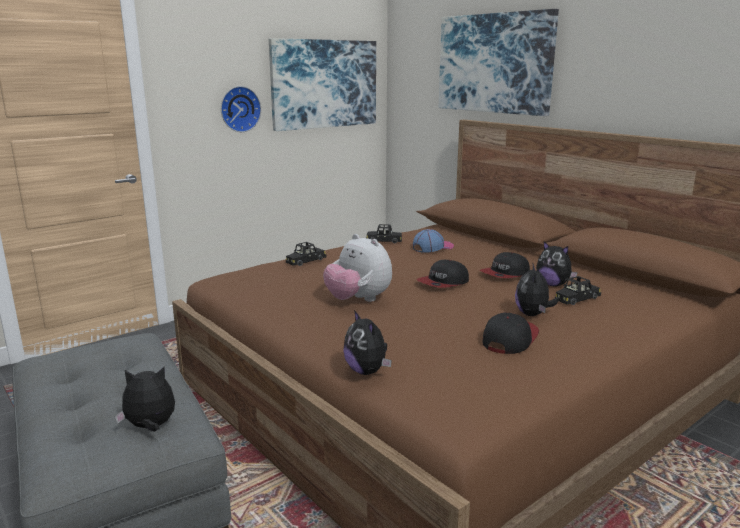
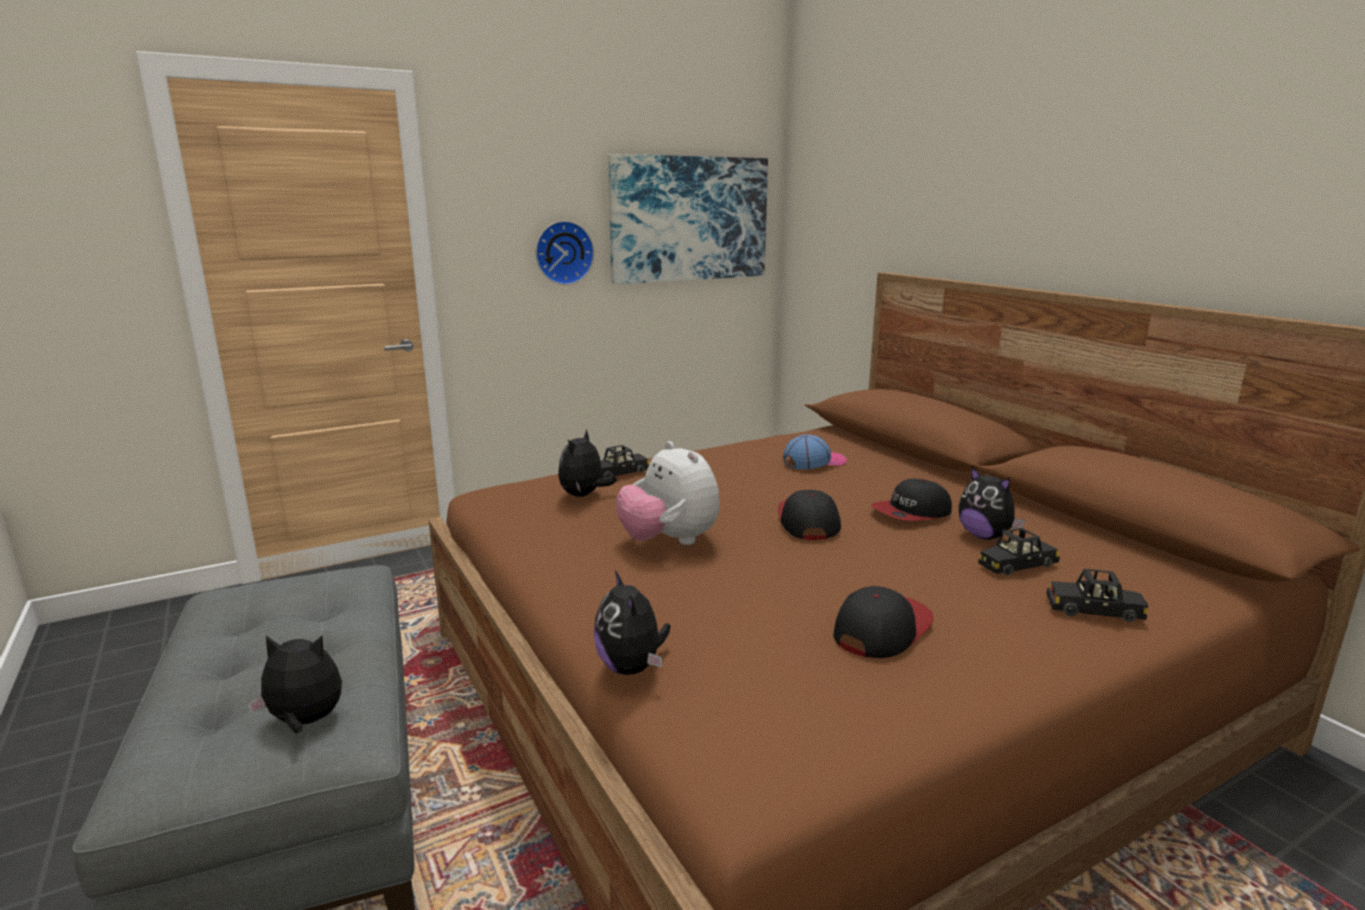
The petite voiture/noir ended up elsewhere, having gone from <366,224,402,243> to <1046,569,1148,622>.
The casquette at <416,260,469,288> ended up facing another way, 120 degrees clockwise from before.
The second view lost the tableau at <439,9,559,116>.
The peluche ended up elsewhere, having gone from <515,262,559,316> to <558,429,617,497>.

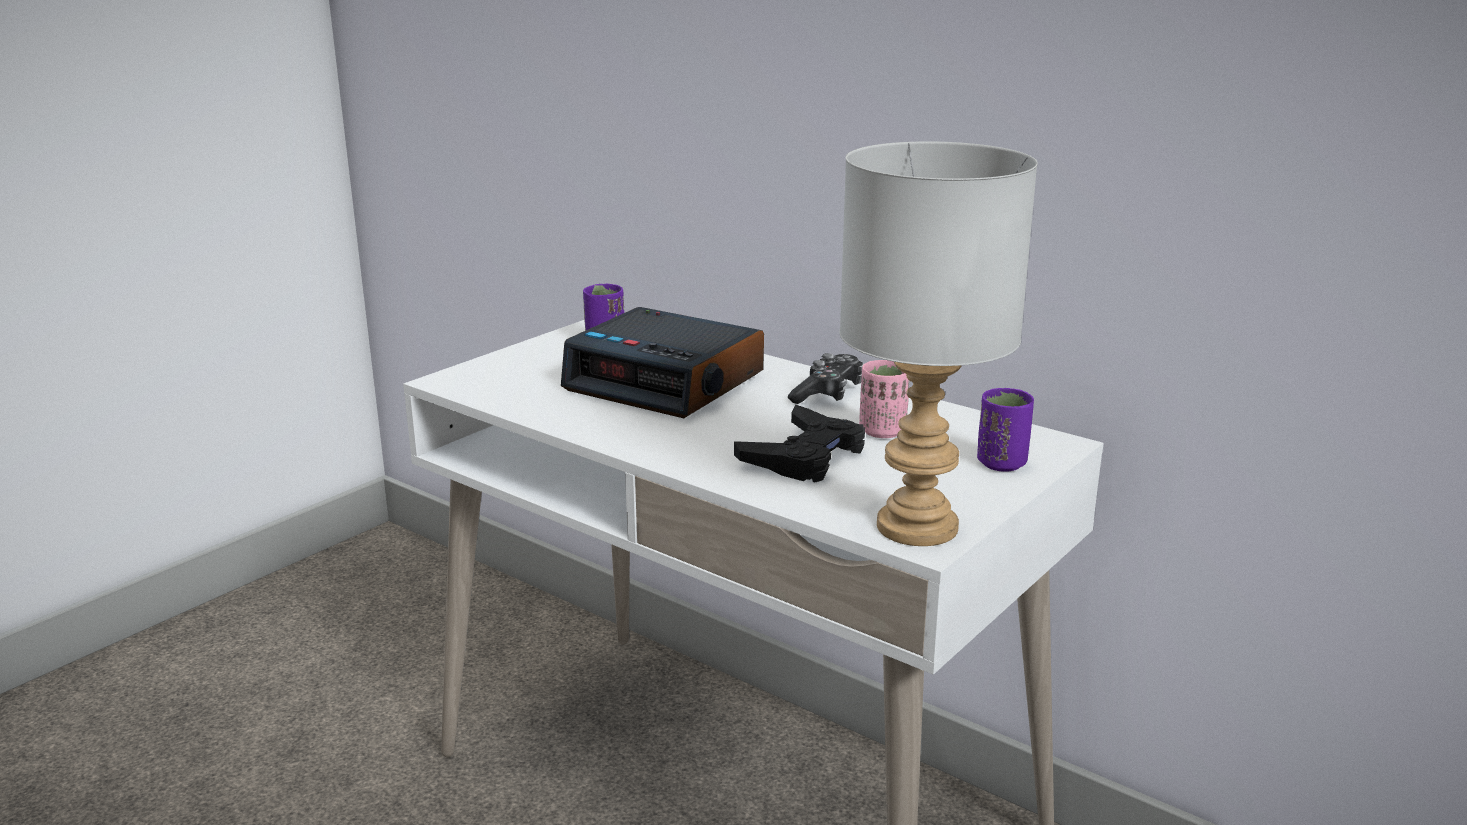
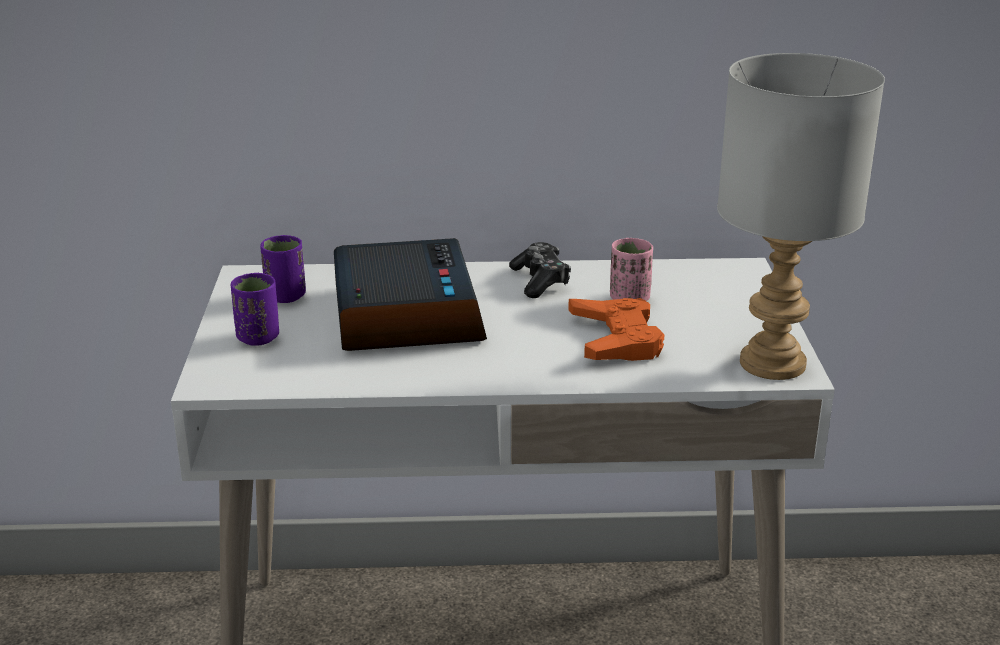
The réveil at <561,307,764,418> ended up facing another way, 90 degrees counterclockwise from before.
What was the manette/noir at <734,405,865,482> turned into the manette/orange at <568,298,665,361>.
The tasse/violet ended up elsewhere, having gone from <977,388,1034,472> to <231,273,279,346>.

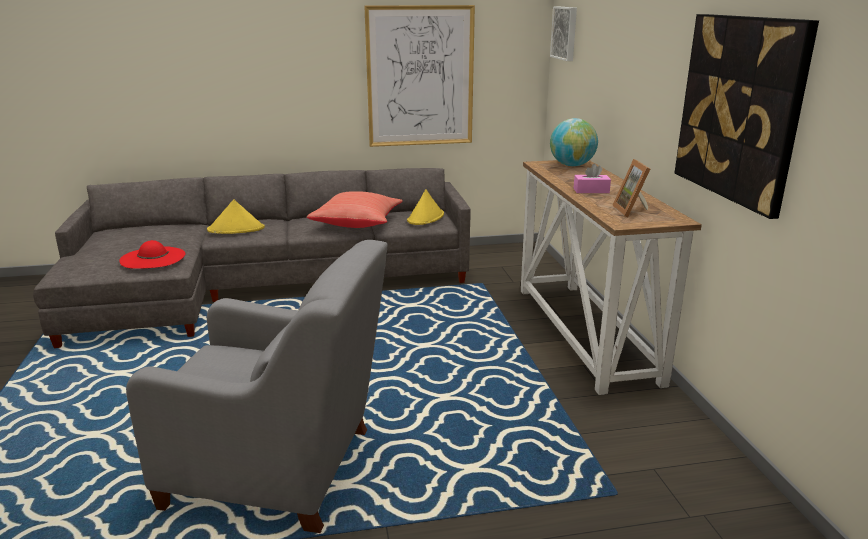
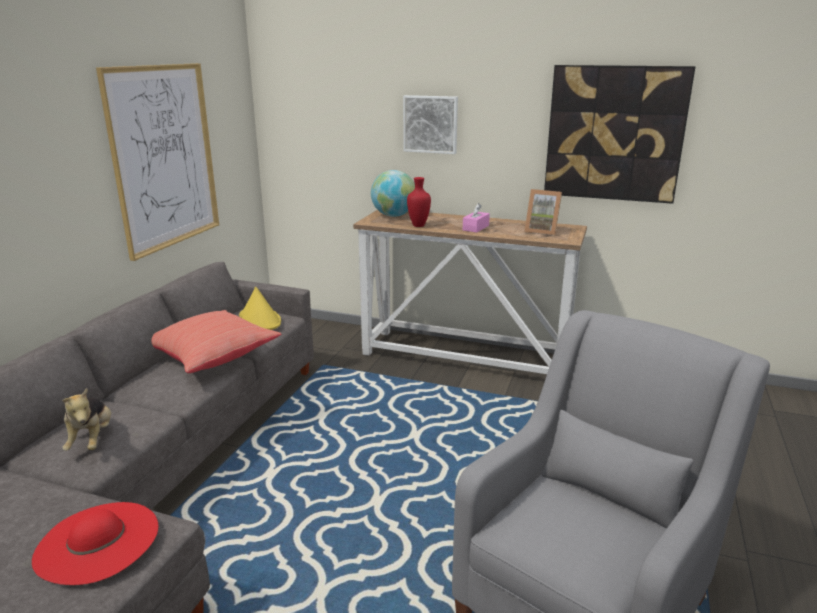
Where the chapeau/jaune stood at <207,199,265,234>, the peluche came to stand at <63,389,111,451>.
The tableau ended up elsewhere, having gone from <550,7,577,61> to <403,95,458,154>.
The second view gained the vase/rouge at <407,177,431,227>.

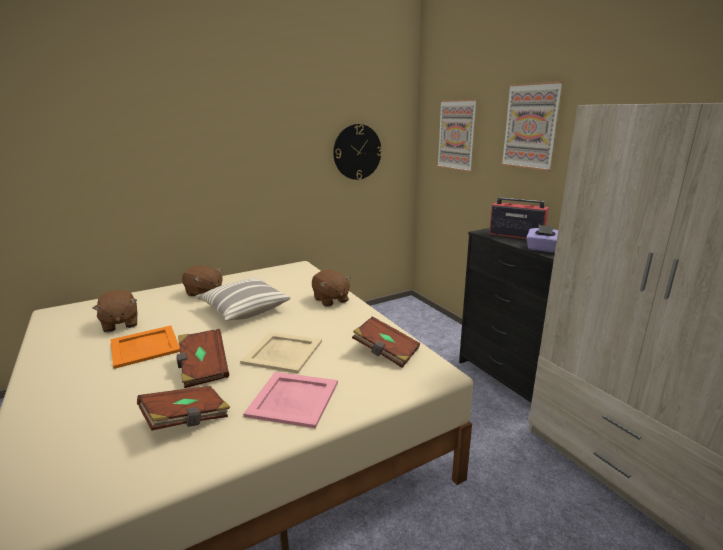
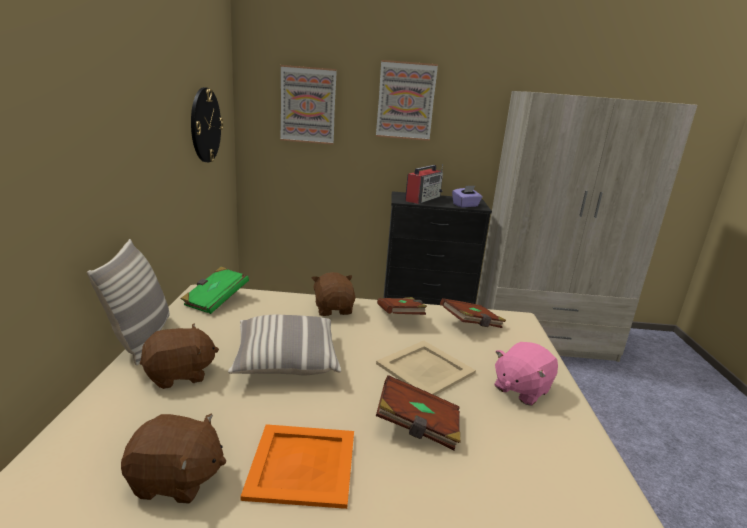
The livre/marron ended up elsewhere, having gone from <137,386,231,431> to <377,297,427,315>.
Where the plateau/rose stood at <243,372,338,428>, the peluche/rose came to stand at <494,342,558,406>.
The peluche/marron at <312,269,351,307> ended up facing another way, 105 degrees counterclockwise from before.
The radio at <489,194,549,239> ended up facing another way, 150 degrees clockwise from before.
The second view gained the coussin at <87,239,170,365>.
The second view gained the livre/vert at <181,266,249,314>.

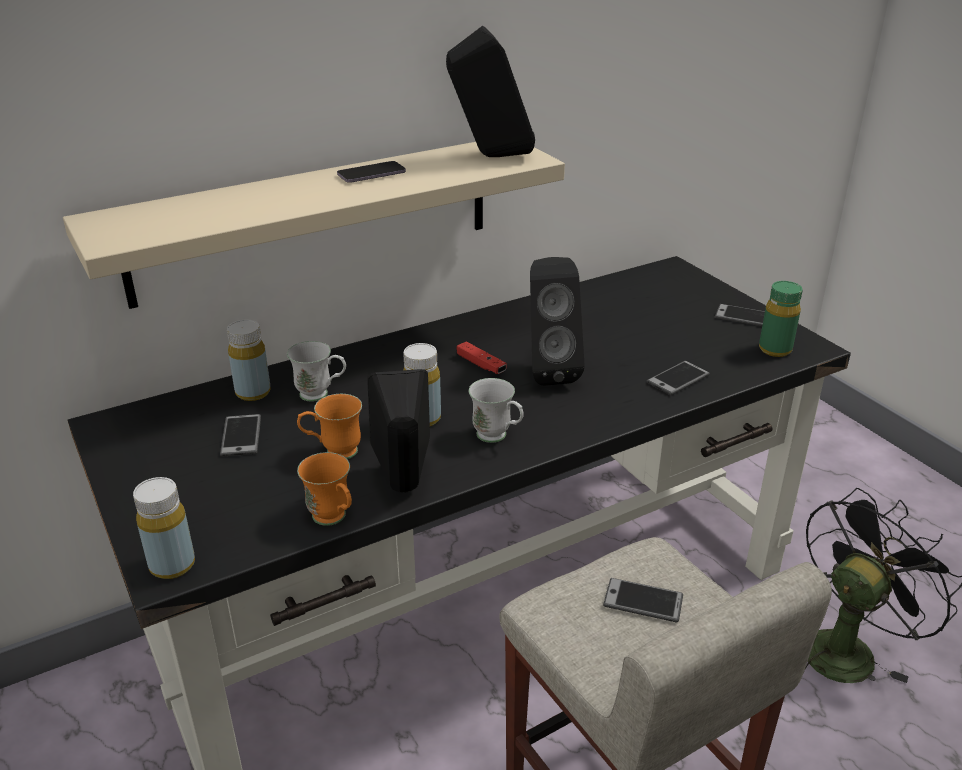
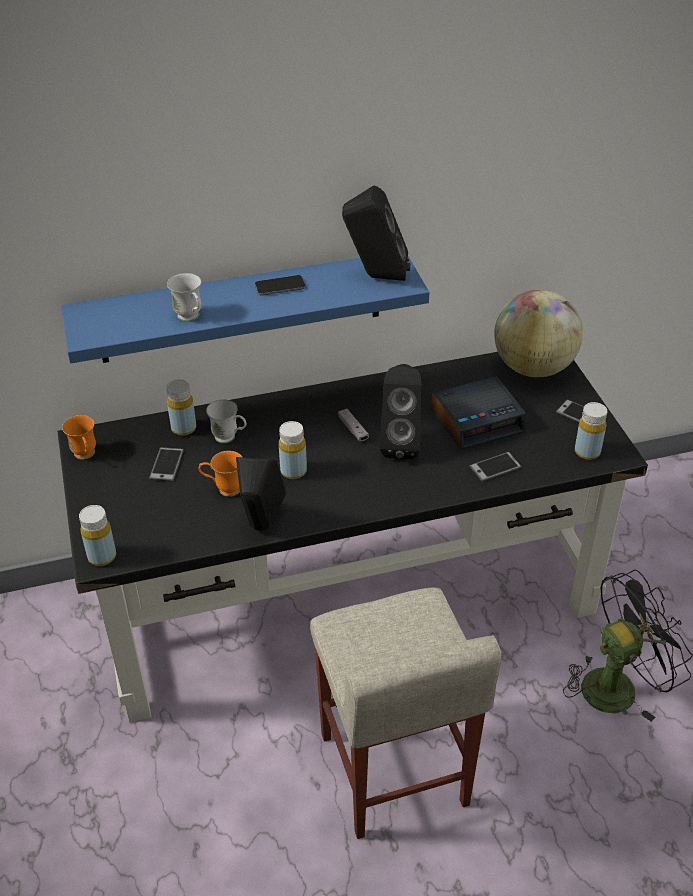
What was the étagère/beige at <63,142,565,309> turned into the étagère/bleu at <61,256,429,363>.
The mug/orange ended up elsewhere, having gone from <297,452,352,526> to <62,415,96,460>.
What was the manette/rouge at <457,341,507,374> turned into the manette/gris at <338,409,369,441>.
The mug/blanc ended up elsewhere, having gone from <469,378,524,443> to <167,273,201,322>.
The second view lost the téléphone at <603,578,683,622>.
What was the bouteille/vert at <759,281,803,357> turned into the bouteille/jaune at <575,402,607,460>.
The second view gained the réveil at <431,376,526,450>.
The second view gained the globe at <494,289,583,377>.

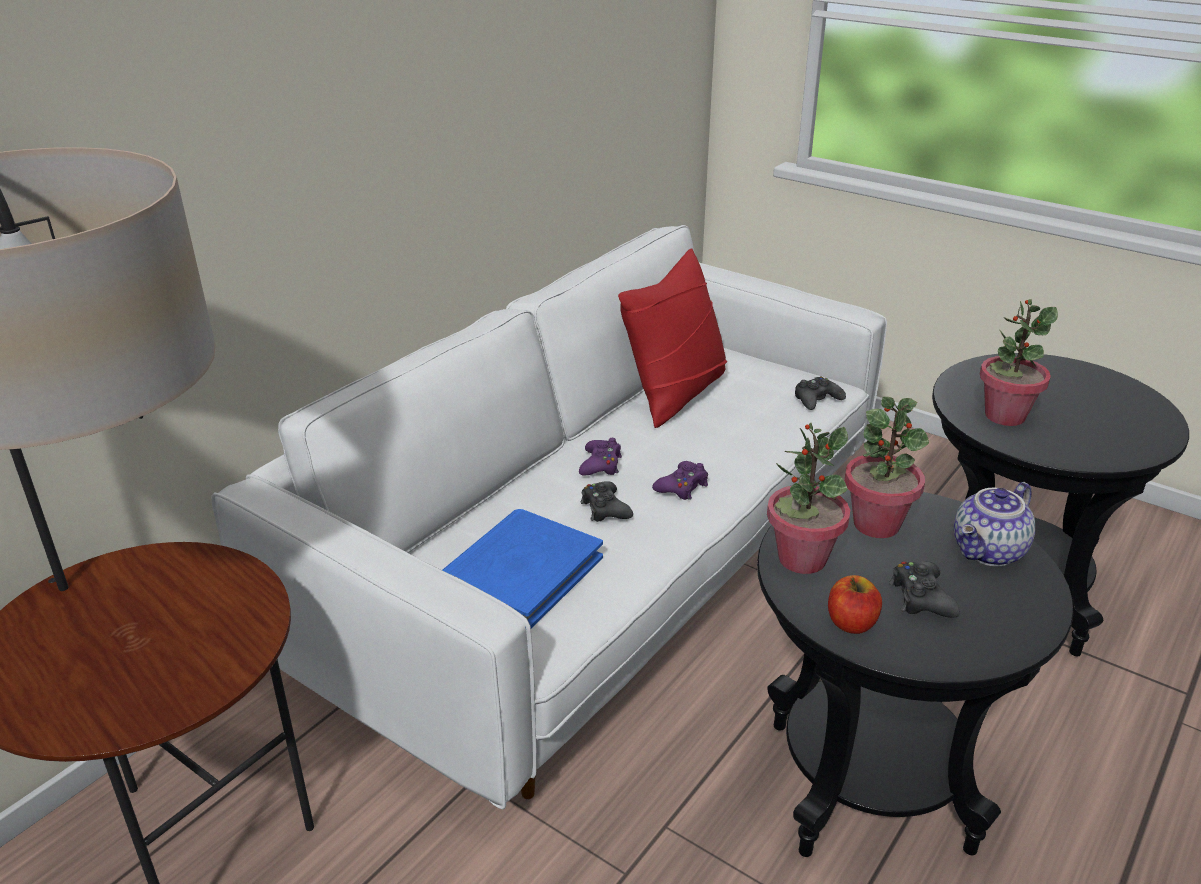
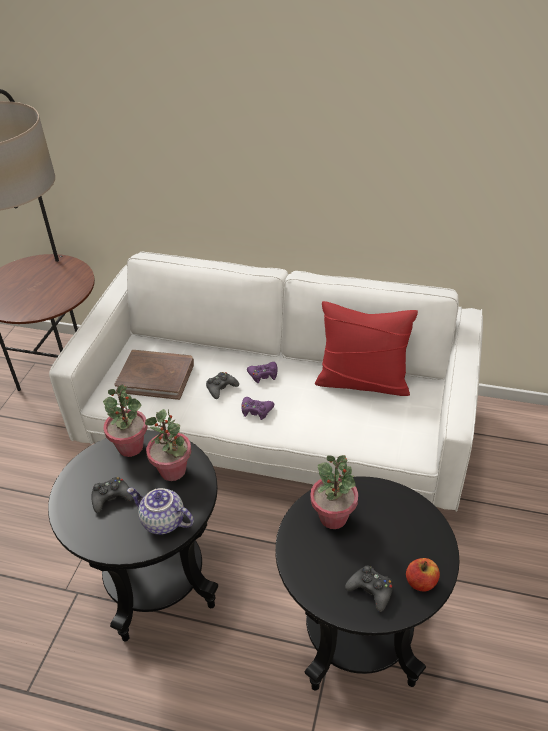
What was the livre/bleu at <442,509,603,628> turned into the livre/marron at <114,350,194,400>.
The manette/noir ended up elsewhere, having gone from <795,376,846,410> to <345,566,393,612>.
The pomme ended up elsewhere, having gone from <828,575,882,634> to <406,558,440,591>.

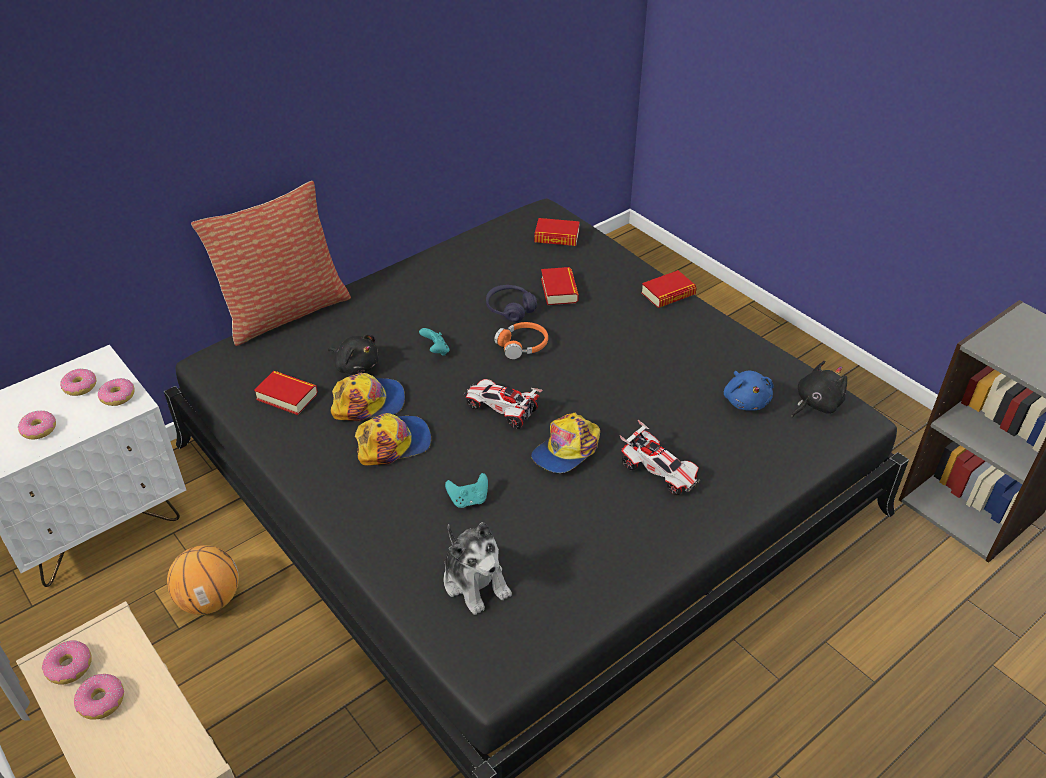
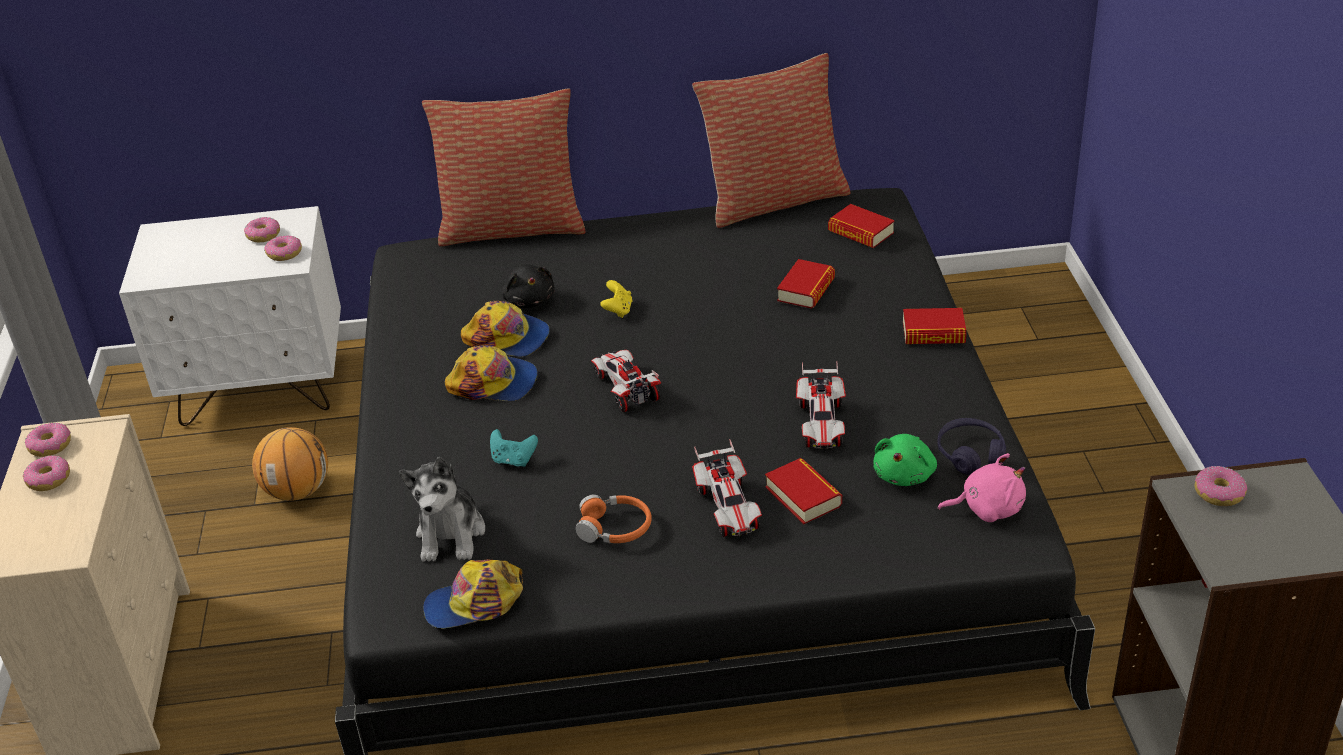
The beignet ended up elsewhere, having gone from <18,410,56,439> to <1195,465,1247,506>.
The livre ended up elsewhere, having gone from <254,371,318,415> to <765,458,842,524>.
What was the manette/turquoise at <419,328,449,356> turned into the manette/jaune at <600,280,633,318>.
The casque audio/violet ended up elsewhere, having gone from <486,285,537,322> to <937,418,1006,475>.
The casque audio/orange ended up elsewhere, having gone from <494,322,548,359> to <575,494,652,543>.
The casquette ended up elsewhere, having gone from <531,413,600,473> to <423,559,523,628>.
What was the peluche/bleu at <724,371,773,411> turned into the peluche/vert at <873,434,937,486>.
What was the peluche/noir at <791,361,847,417> turned into the peluche/rose at <938,453,1026,522>.
The second view gained the coussin at <692,53,851,228>.
The second view gained the petite voiture at <796,361,846,449>.

